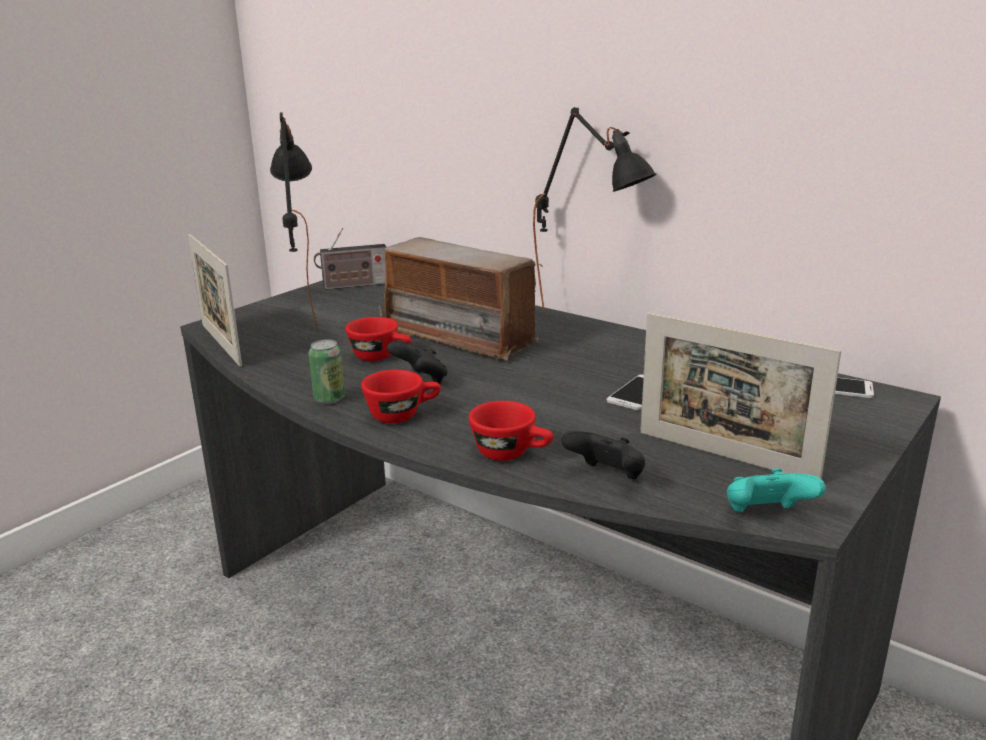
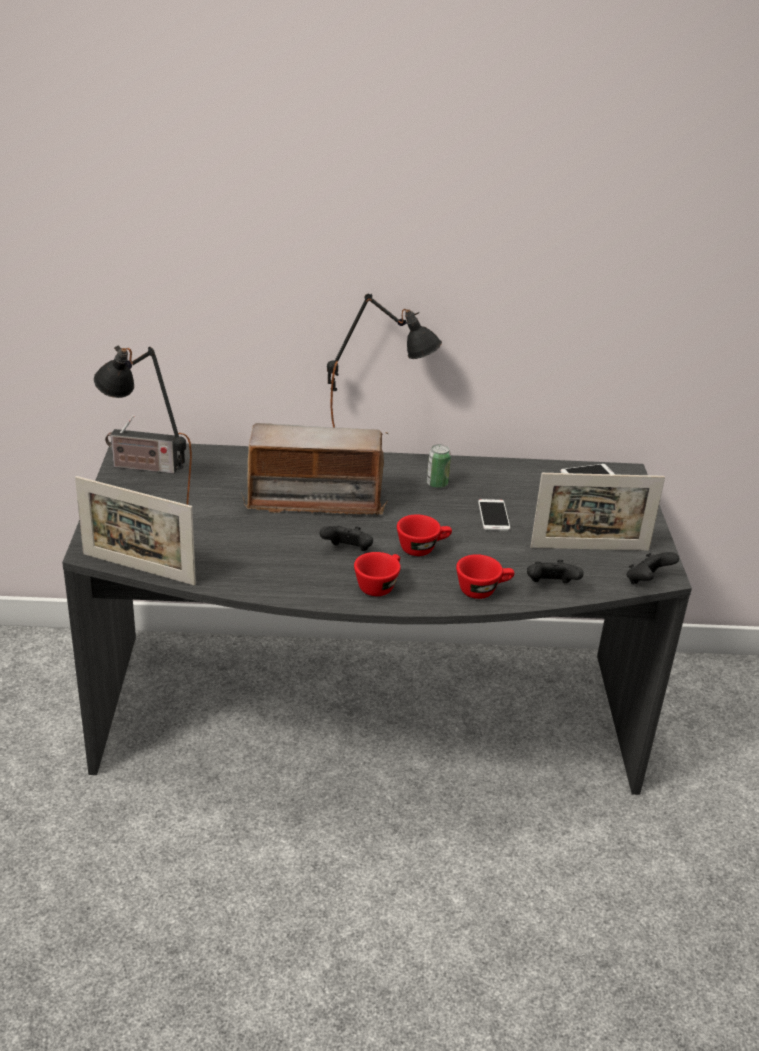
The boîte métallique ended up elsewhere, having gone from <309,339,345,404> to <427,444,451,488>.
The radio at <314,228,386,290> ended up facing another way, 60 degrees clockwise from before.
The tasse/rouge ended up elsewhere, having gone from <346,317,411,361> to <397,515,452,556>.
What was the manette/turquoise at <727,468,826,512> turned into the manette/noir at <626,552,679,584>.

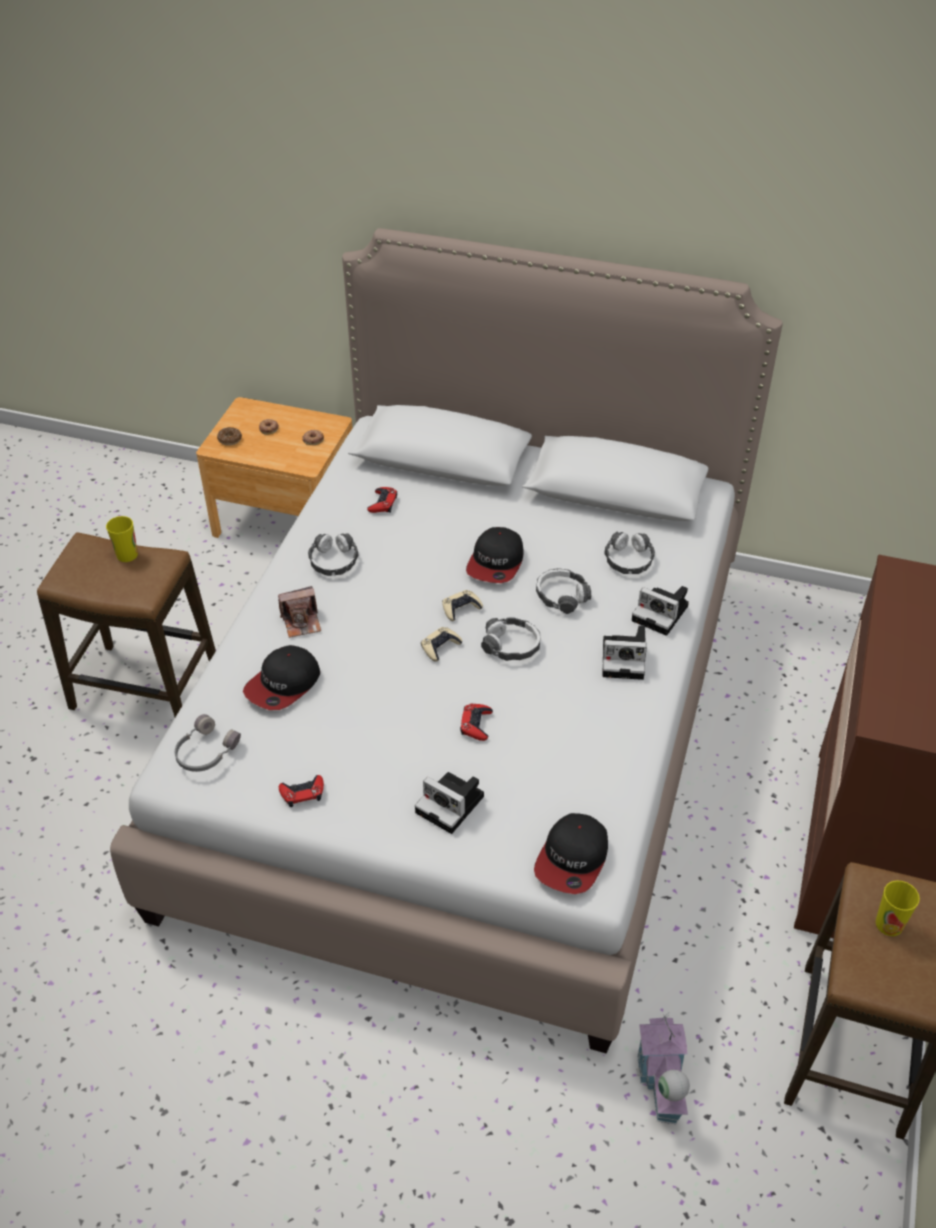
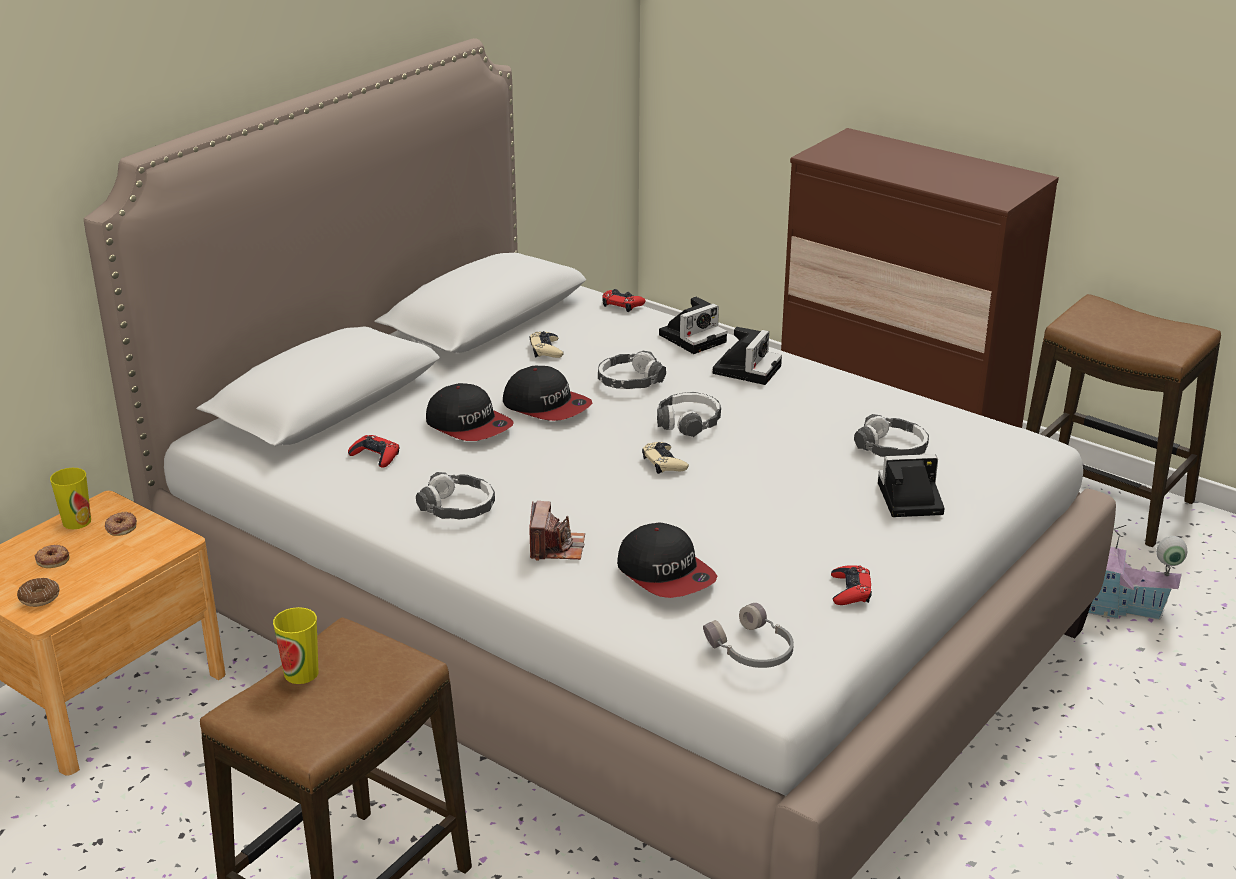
The appareil photo at <415,772,484,834> ended up facing another way, 150 degrees counterclockwise from before.
The manette/beige ended up elsewhere, having gone from <442,590,483,621> to <529,331,564,358>.
The manette/rouge ended up elsewhere, having gone from <460,703,493,741> to <602,289,646,312>.
The casquette ended up elsewhere, having gone from <534,813,608,894> to <426,383,514,441>.
The casque audio ended up elsewhere, having gone from <604,532,655,574> to <854,414,929,457>.
The tasse ended up elsewhere, having gone from <876,880,920,936> to <50,468,91,529>.

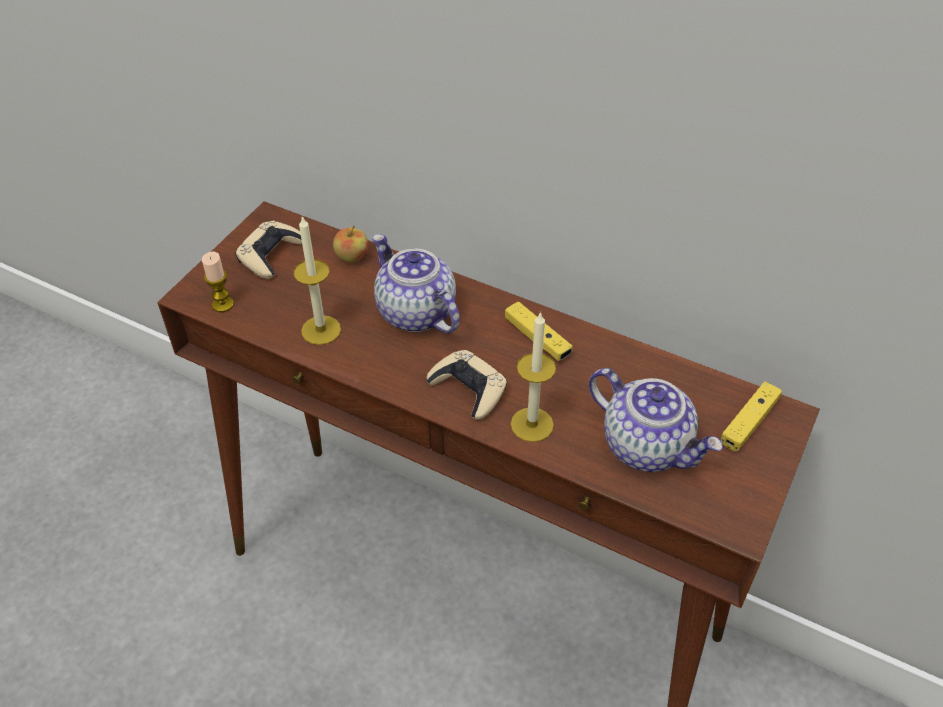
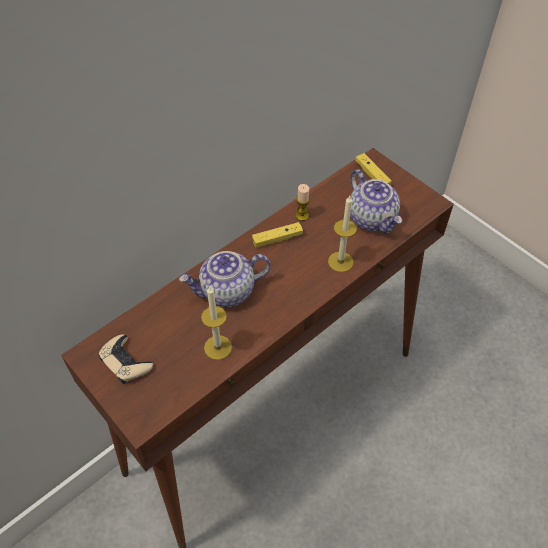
The bougie ended up elsewhere, having gone from <202,252,234,312> to <296,184,310,221>.
The second view lost the pomme at <333,225,368,263>.
The second view lost the manette/beige at <427,350,507,420>.
The théière at <589,368,723,472> ended up facing another way, 90 degrees clockwise from before.

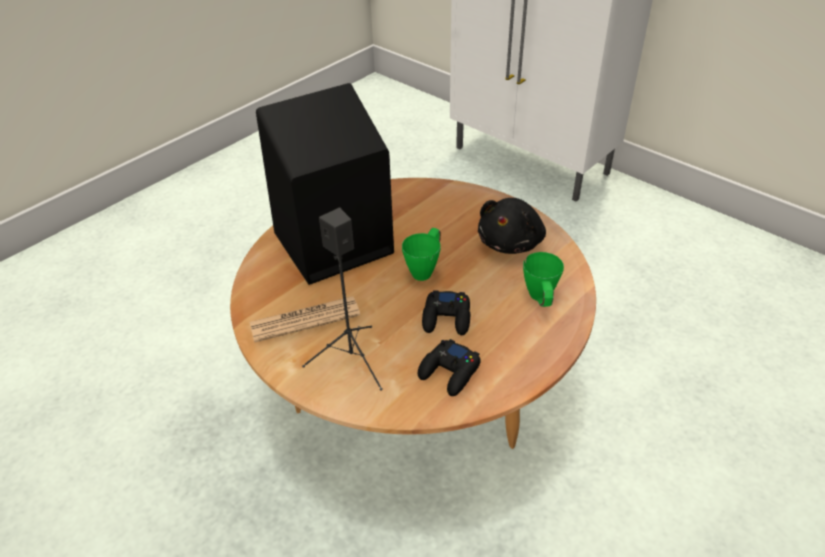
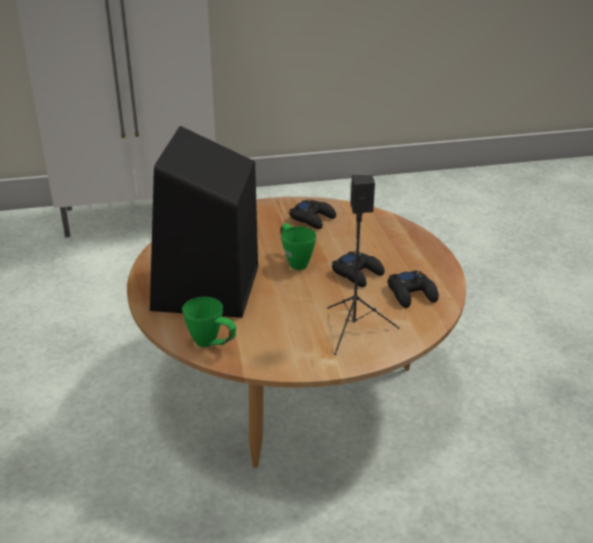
The second view lost the journal at <250,296,361,343>.
Where the peluche/noir stood at <478,198,546,254>, the manette/noir came to stand at <289,200,336,229>.
The mug/vert ended up elsewhere, having gone from <523,252,564,307> to <182,297,236,347>.

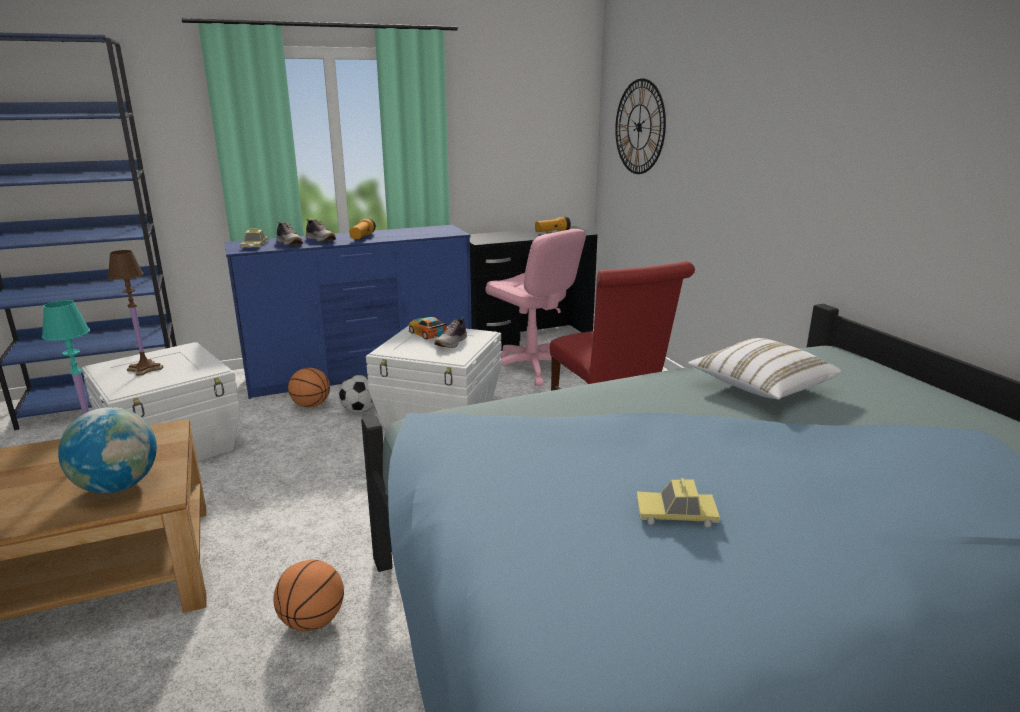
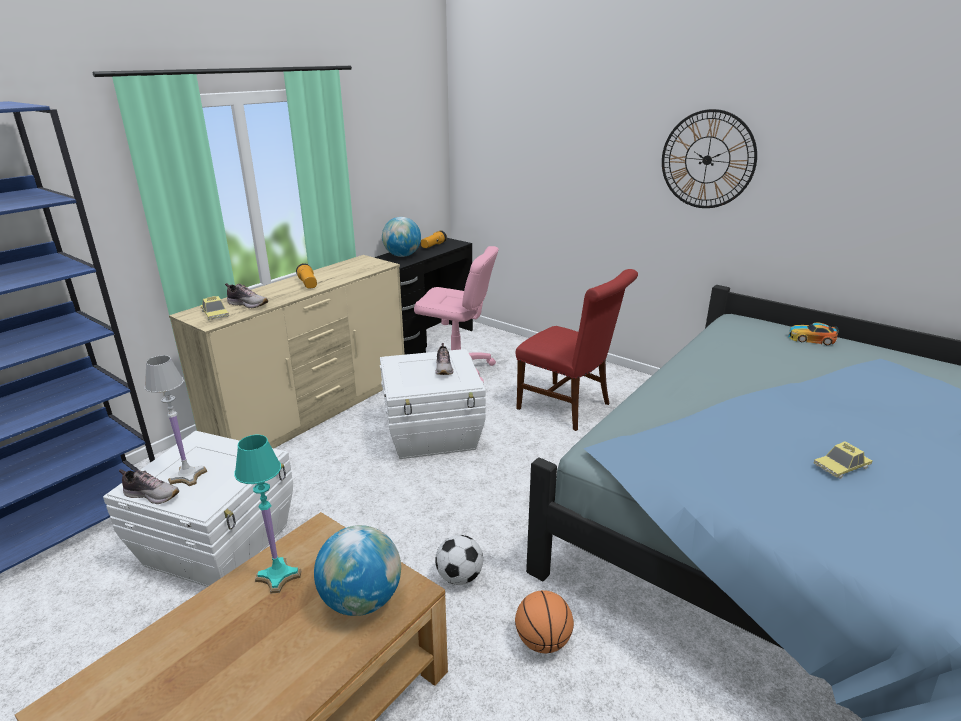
What was the lampe de table/marron at <108,250,163,376> turned into the lampe de table/blanc at <145,355,207,486>.
What was the commode/bleu at <225,225,472,399> turned into the commode/beige at <169,255,405,448>.
The second view lost the ballon de basket at <288,368,330,407>.
The chaussure ended up elsewhere, having gone from <306,219,336,242> to <119,469,179,504>.
The ballon de foot ended up elsewhere, having gone from <339,375,374,413> to <435,535,483,585>.
The petite voiture ended up elsewhere, having gone from <409,317,447,339> to <788,322,839,345>.
The horloge murale ended up elsewhere, having gone from <615,78,666,174> to <662,109,757,208>.
The second view lost the coussin/blanc at <688,338,841,400>.
The second view gained the globe at <382,217,421,257>.

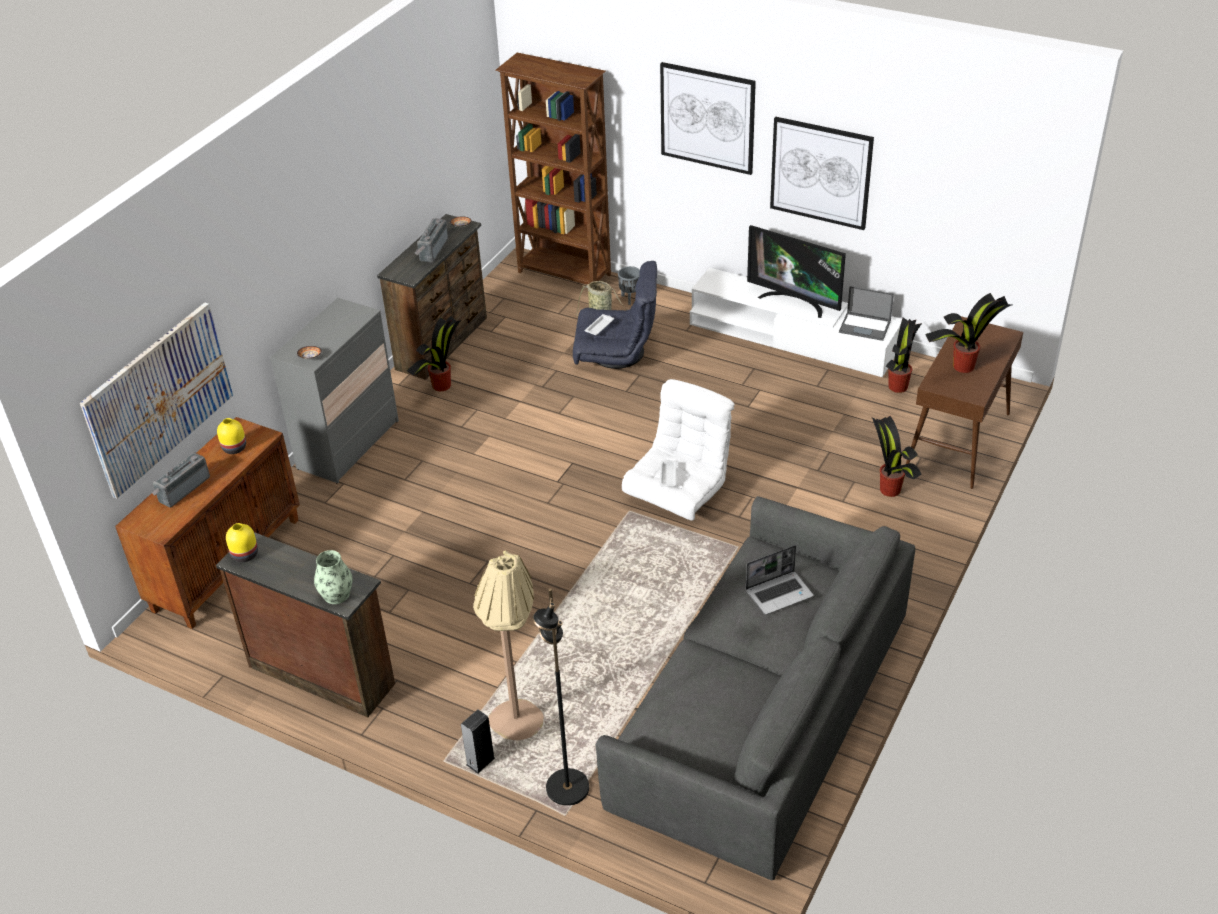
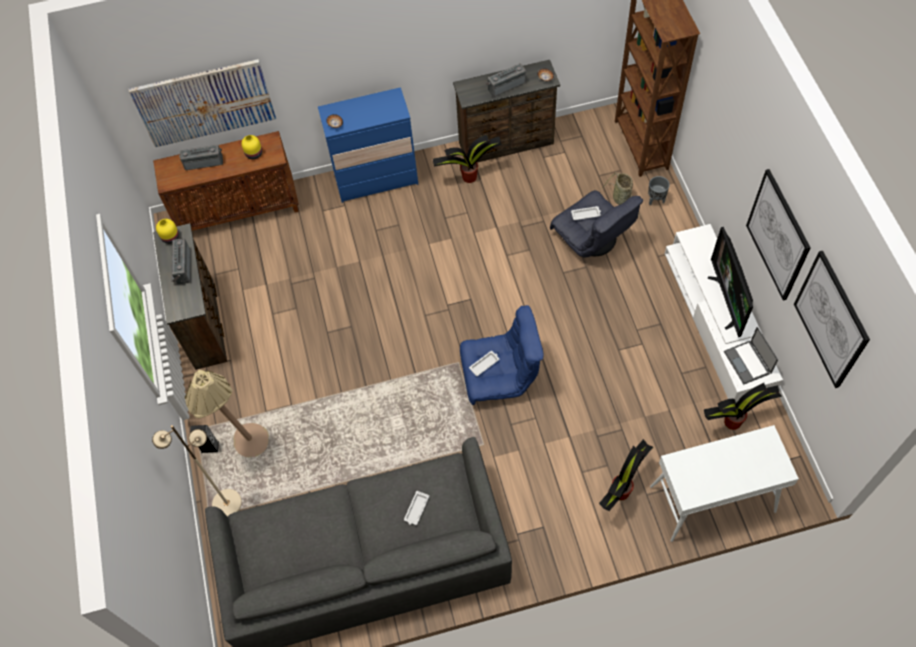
What was the commode/gris at <270,298,399,483> turned into the commode/bleu at <318,87,418,203>.
The second view lost the vase at <314,550,353,604>.
What was the lampadaire/noir at <532,588,589,805> turned into the lampadaire/beige at <152,425,242,517>.
What was the fauteuil/blanc at <622,379,735,521> turned into the fauteuil/bleu at <460,305,544,405>.
The tableau ended up elsewhere, having gone from <660,62,756,175> to <794,251,870,388>.
Where the ordinateur portable stood at <746,545,814,615>, the plateau/blanc came to stand at <404,491,429,525>.
What was the table console/marron at <906,316,1023,489> turned into the table console/blanc at <650,425,799,542>.
The second view lost the plante en pot at <925,293,1012,373>.
The second view gained the radio at <171,239,190,284>.

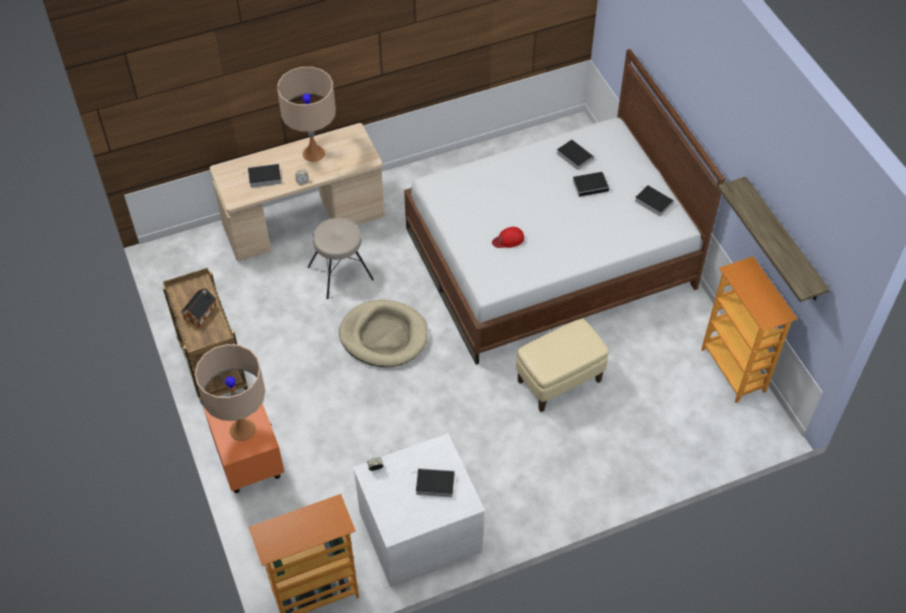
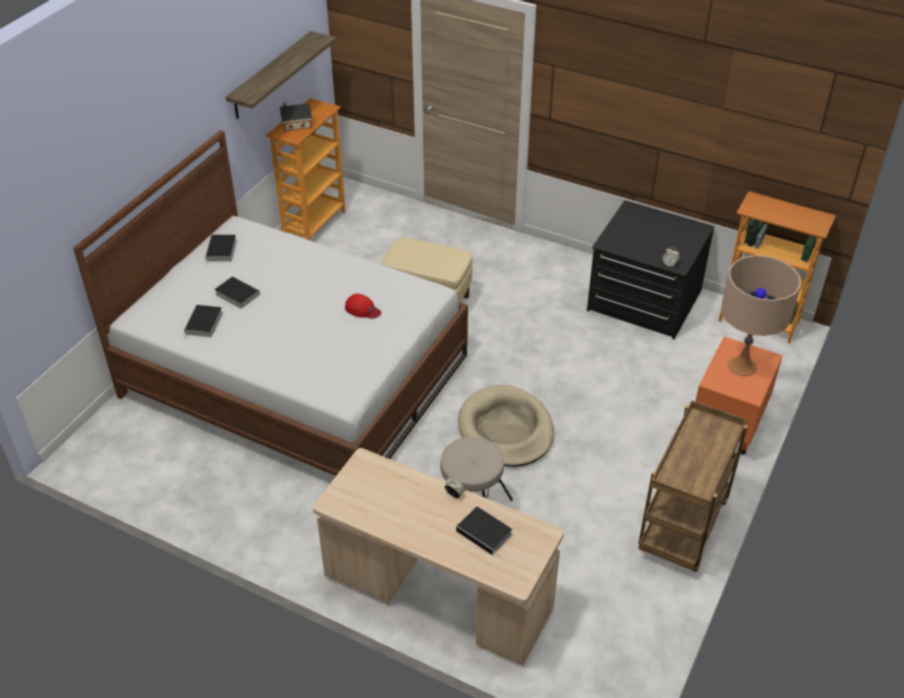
The maison miniature ended up elsewhere, having gone from <180,288,216,327> to <280,102,312,131>.
The second view lost the lampe de table/beige at <277,67,336,162>.
What was the commode/blanc at <353,433,485,587> turned into the commode/noir at <587,200,714,339>.
The second view lost the livre at <411,468,455,497>.

